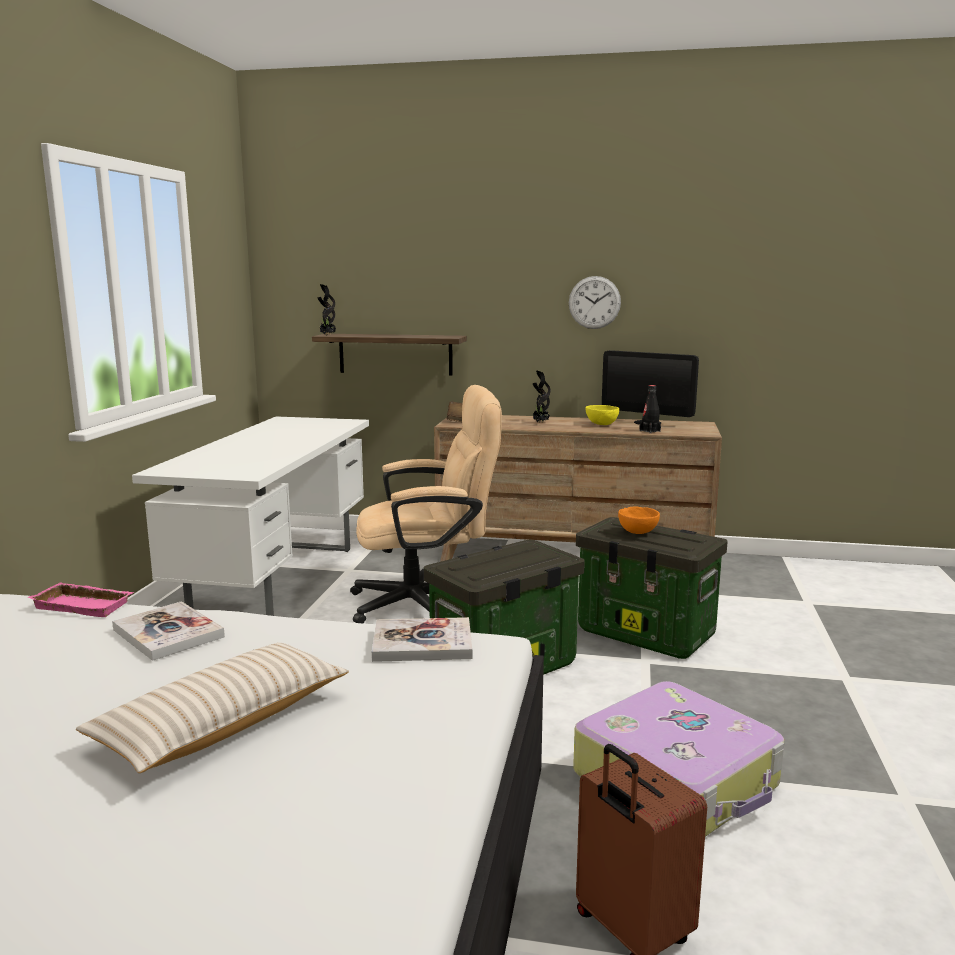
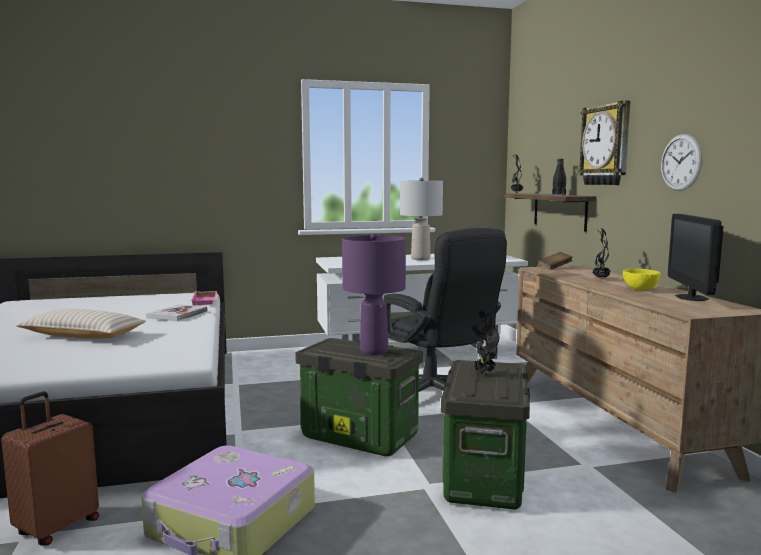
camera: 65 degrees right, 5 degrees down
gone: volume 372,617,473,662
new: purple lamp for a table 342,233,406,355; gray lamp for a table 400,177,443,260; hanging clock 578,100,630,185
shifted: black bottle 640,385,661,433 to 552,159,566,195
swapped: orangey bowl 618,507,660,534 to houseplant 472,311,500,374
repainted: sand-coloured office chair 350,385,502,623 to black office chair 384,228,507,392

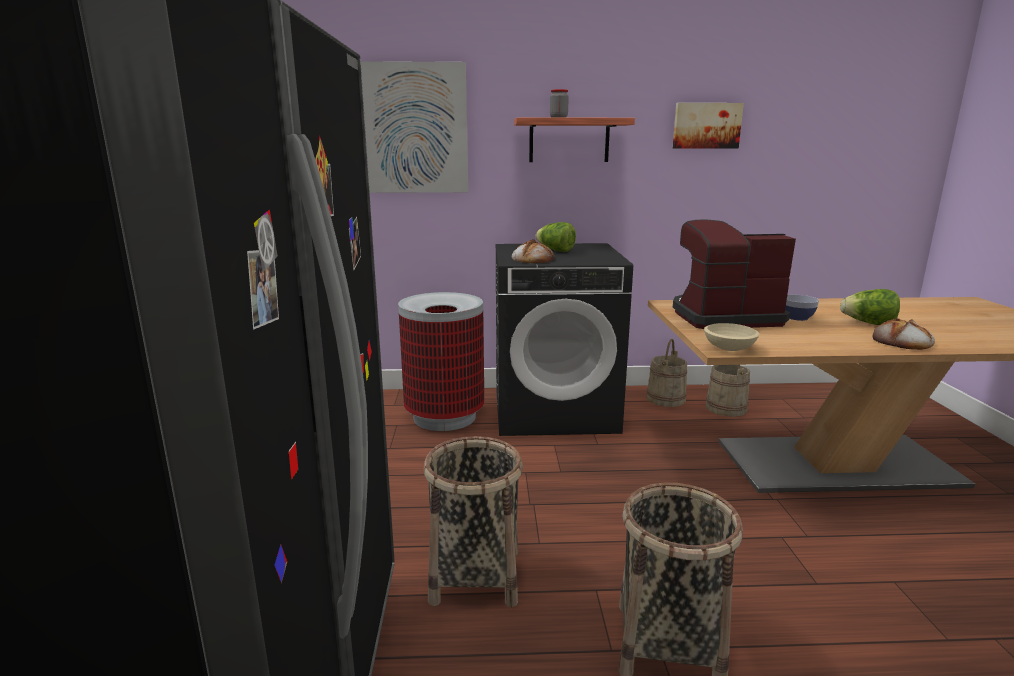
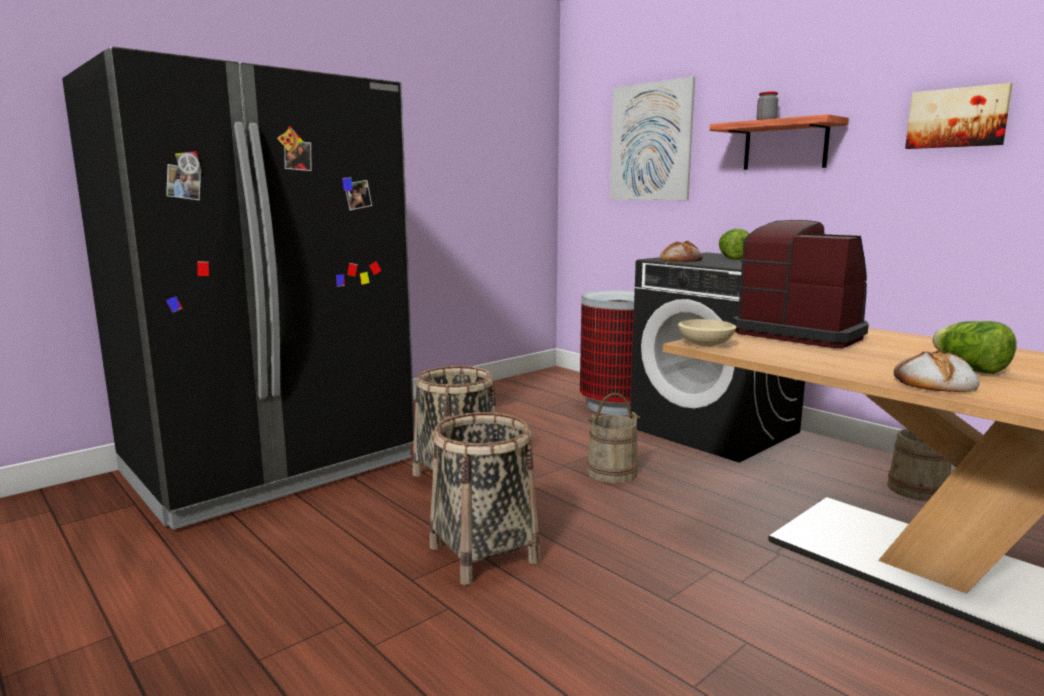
camera: 50 degrees right, 5 degrees down
gone: bowl 785,295,819,321
shifted: sand-coloured bucket 646,339,687,407 to 586,392,640,483

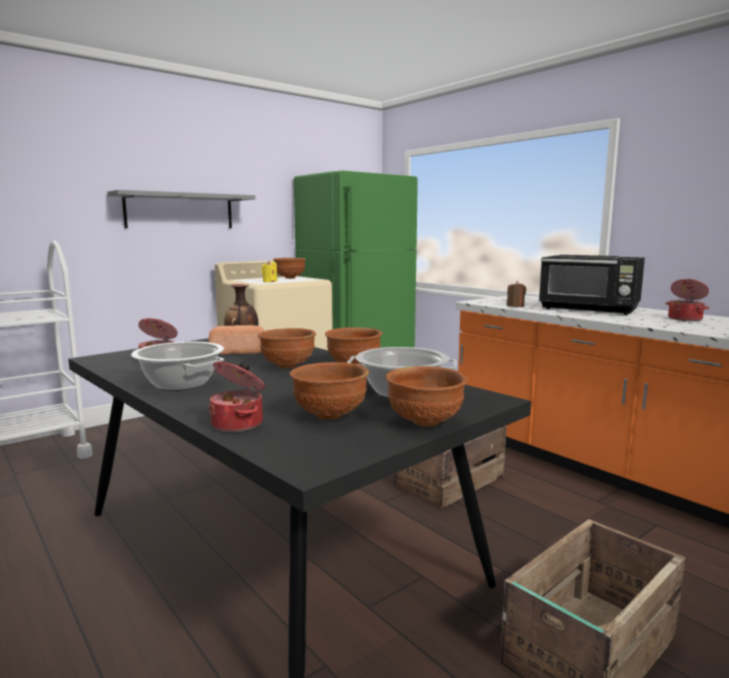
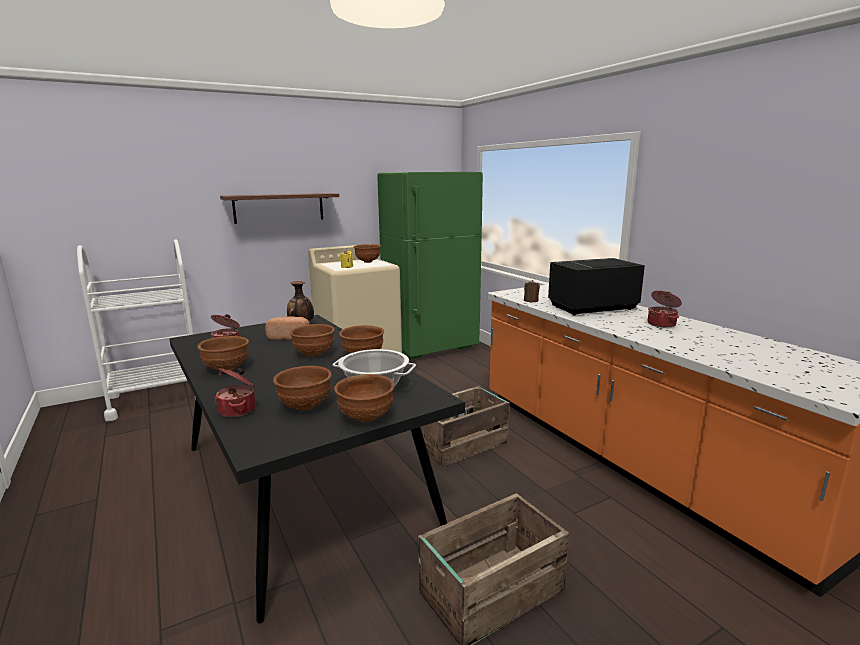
camera: 10 degrees right, 5 degrees up
swapped: saucepot 131,342,224,391 to brownish bowl 197,336,249,371
repainted: gray bracket shelf 107,190,256,228 to brownish bracket shelf 220,193,339,224
rotated: black microwave oven 539,255,645,315 = 548,258,645,315 120 degrees clockwise

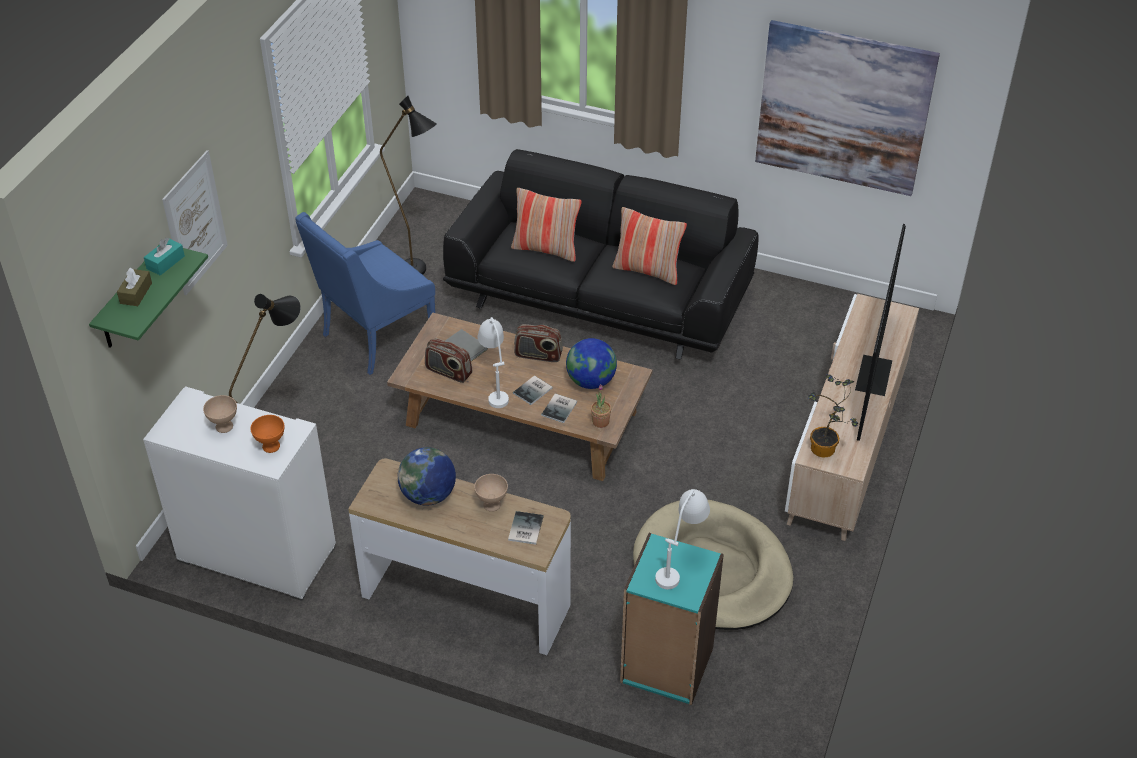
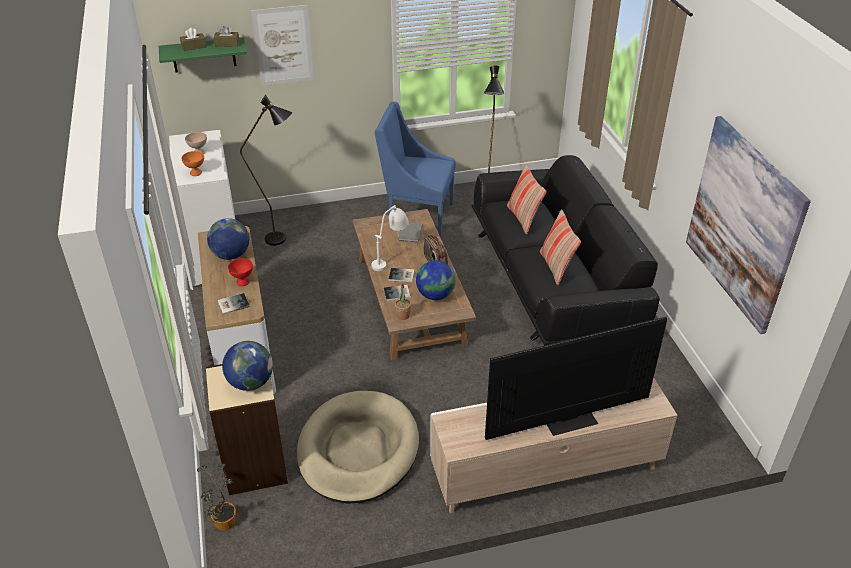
camera: 55 degrees right, 5 degrees down
gone: radio 425,338,472,383
shifted: houseplant 808,374,858,457 to 197,464,236,530
swapped: whitish lamp for a table 655,489,710,589 to globe 222,341,273,391
repainted: blue-green tissue box 144,238,185,276 to brownish tissue box 214,26,239,47; sand-coloured bowl 474,474,508,512 to red-coloured bowl 228,258,253,286; blue-green bookshelf 620,533,724,705 to sand-coloured bookshelf 206,364,288,495

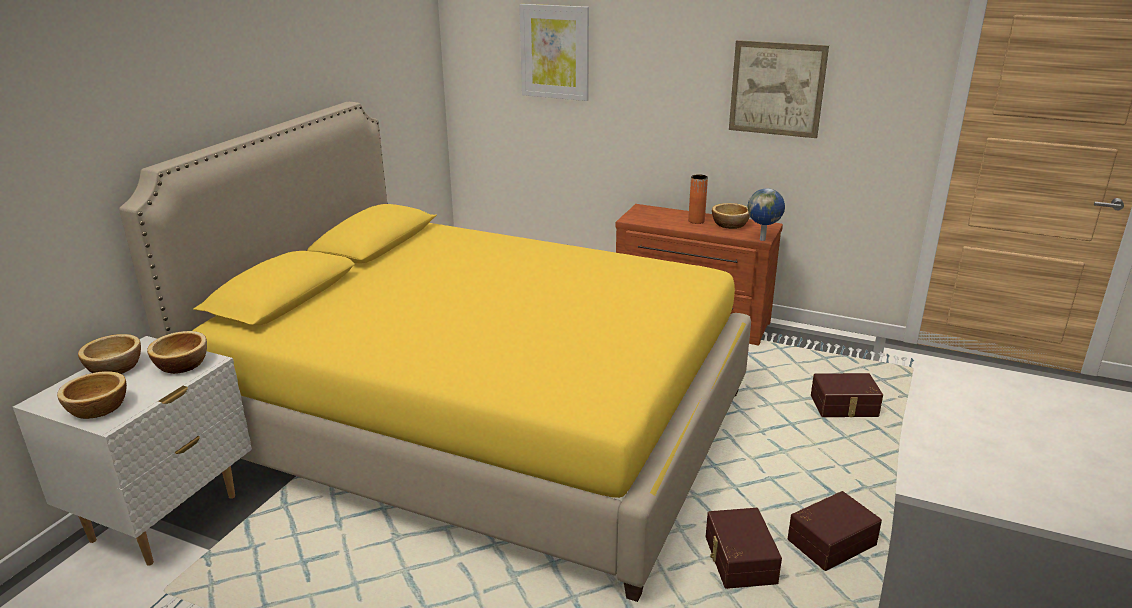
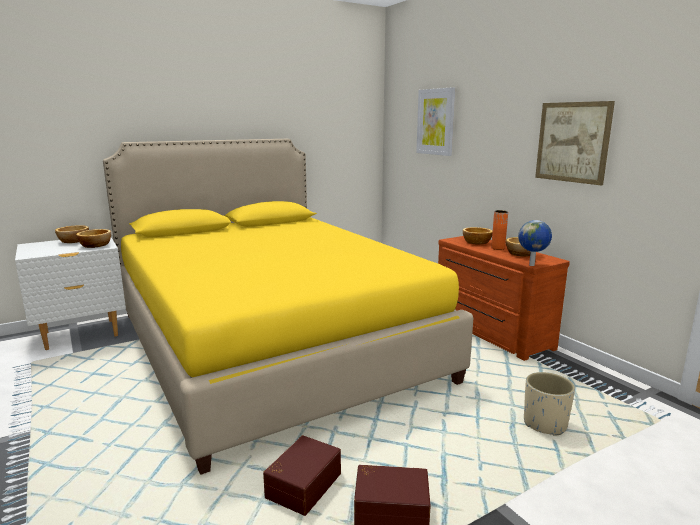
camera: 35 degrees right, 10 degrees down
shifted: bowl 57,371,127,419 to 463,227,493,245
swapped: brownish storage box 811,373,883,417 to sand-coloured plant pot 524,372,575,436

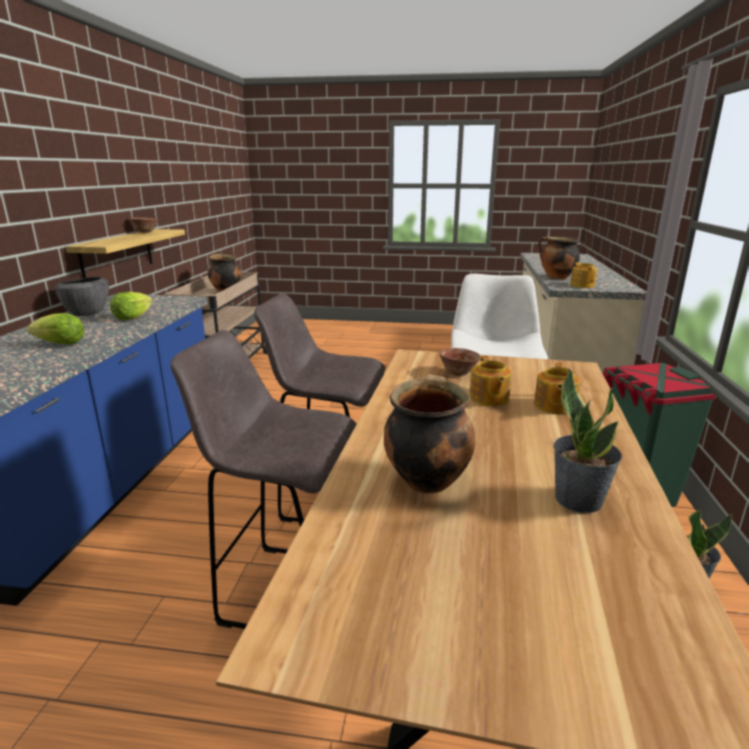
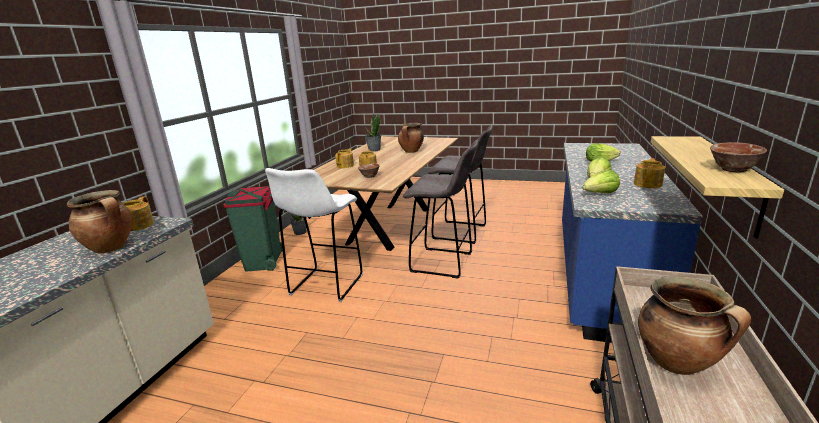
camera: 170 degrees left, 0 degrees up
new: lettuce head 583,170,620,194
swapped: bowl 55,277,109,316 to tea pot 634,158,665,188

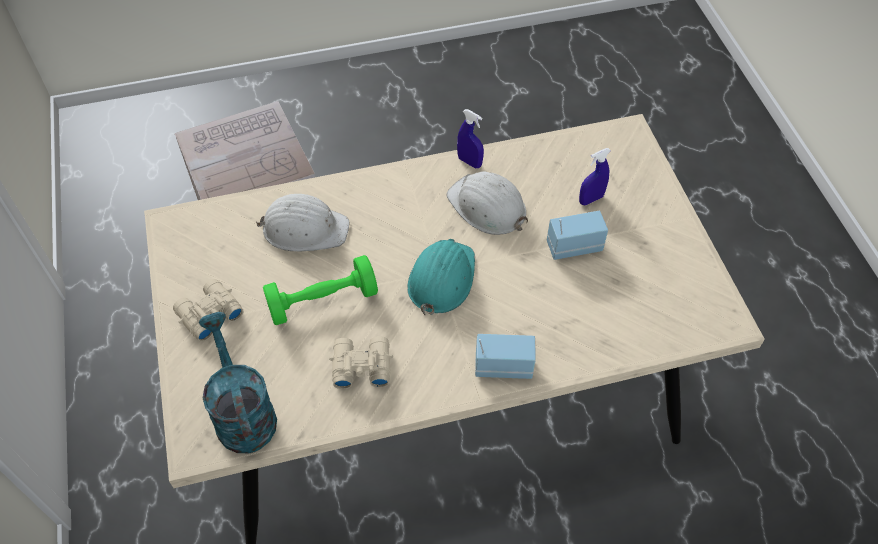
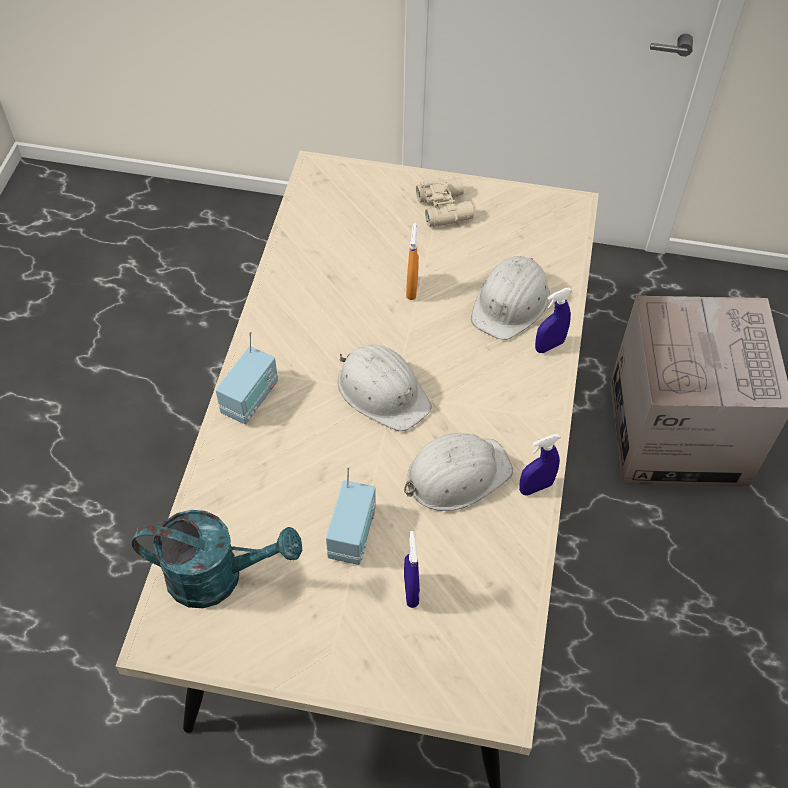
camera: 115 degrees right, 0 degrees up
gone: sand-coloured binoculars 329,336,393,389
new: blue-coloured hand sprayer 535,288,572,353
shifted: blue-green sprinkling can 199,312,277,453 to 132,510,302,608
swapped: greenish free weight 263,255,378,325 to orangey hand sprayer 406,222,419,300
repainted: blue-green work helmet 407,239,475,315 to whitish work helmet 338,345,432,431

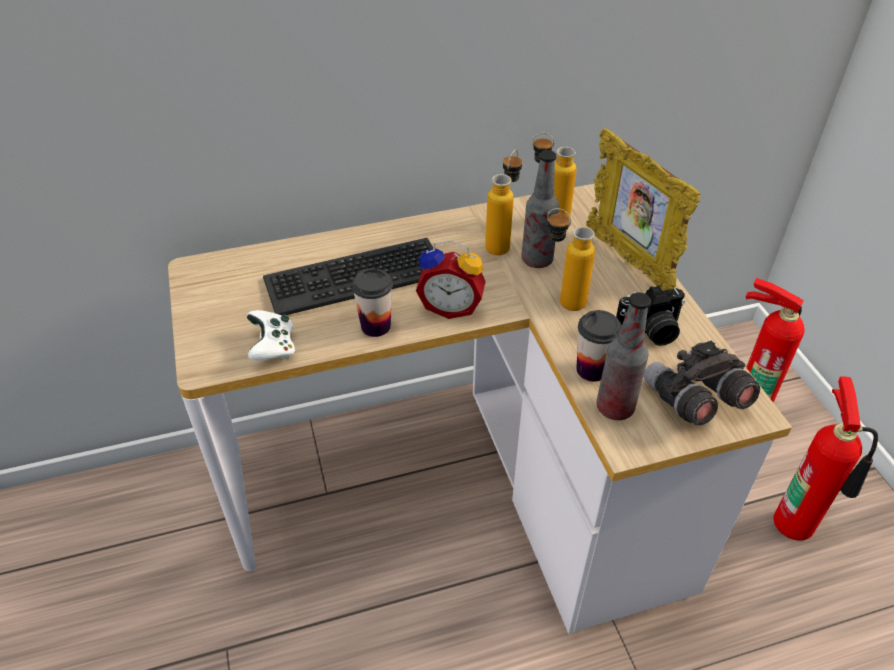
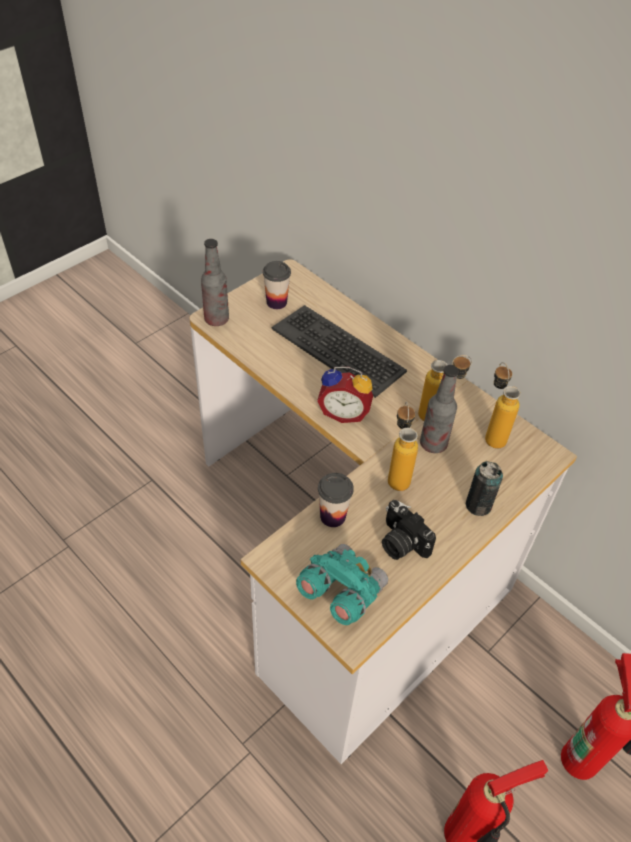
camera: 60 degrees right, 5 degrees up
gone: whitish gamepad 247,310,295,361
shifted: drinking cup 352,268,393,337 to 263,261,291,309; bottle 596,293,651,420 to 201,239,229,326
swapped: standing frame 586,128,701,291 to can 466,461,503,516
repainted: gray binoculars 644,340,760,426 to blue-green binoculars 296,544,388,625
rotated: alarm clock 416,241,486,319 = 317,367,373,423 60 degrees counterclockwise

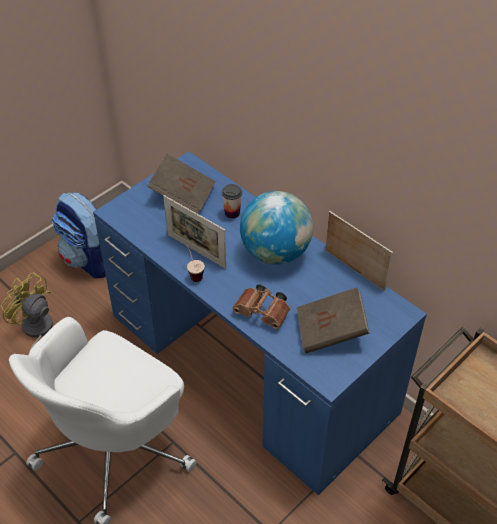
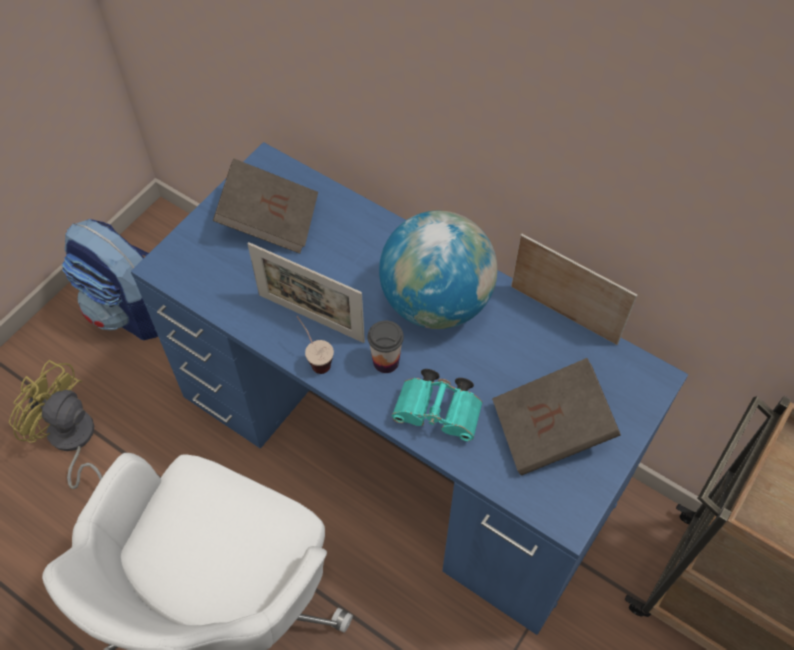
camera: 10 degrees left, 10 degrees up
shifted: drinking cup 222,184,242,219 to 368,321,404,373
repainted: brownish binoculars 233,284,290,329 to blue-green binoculars 392,369,483,441

